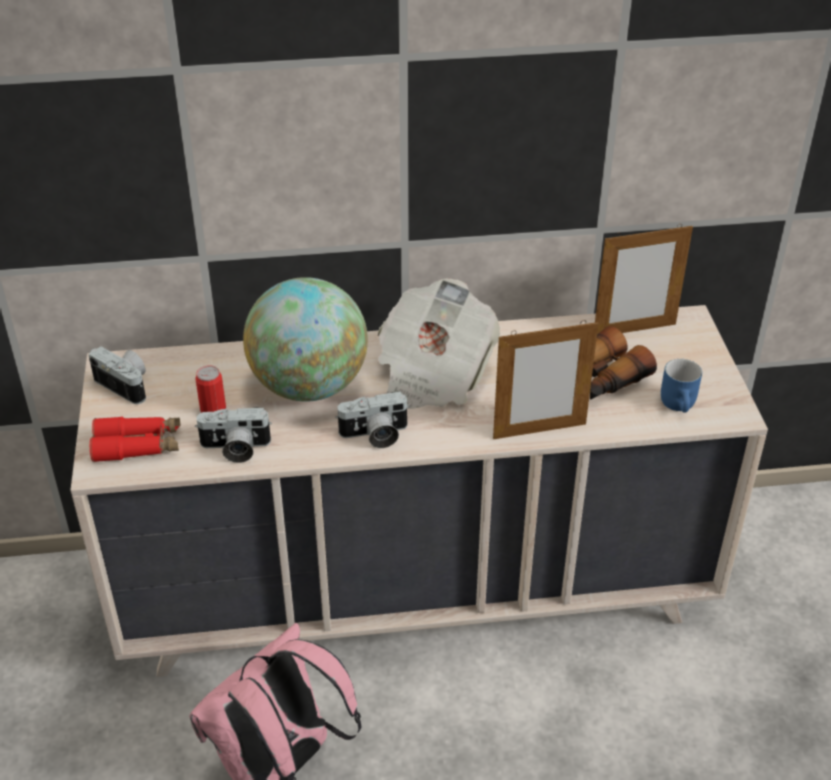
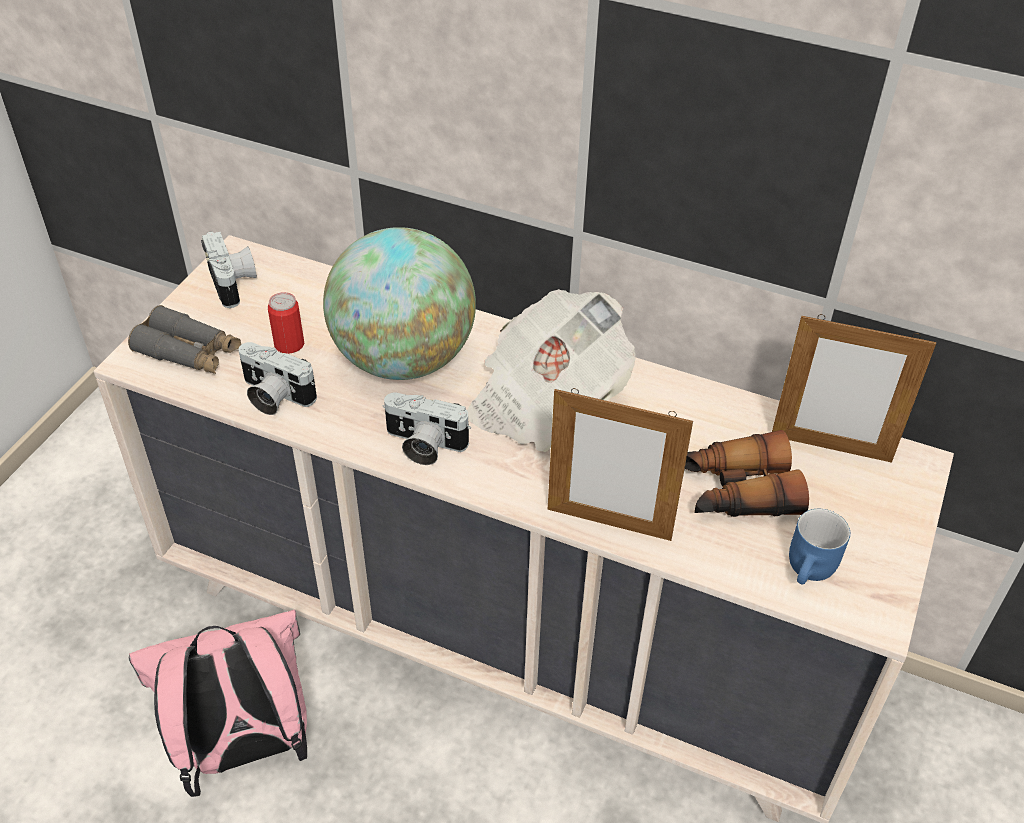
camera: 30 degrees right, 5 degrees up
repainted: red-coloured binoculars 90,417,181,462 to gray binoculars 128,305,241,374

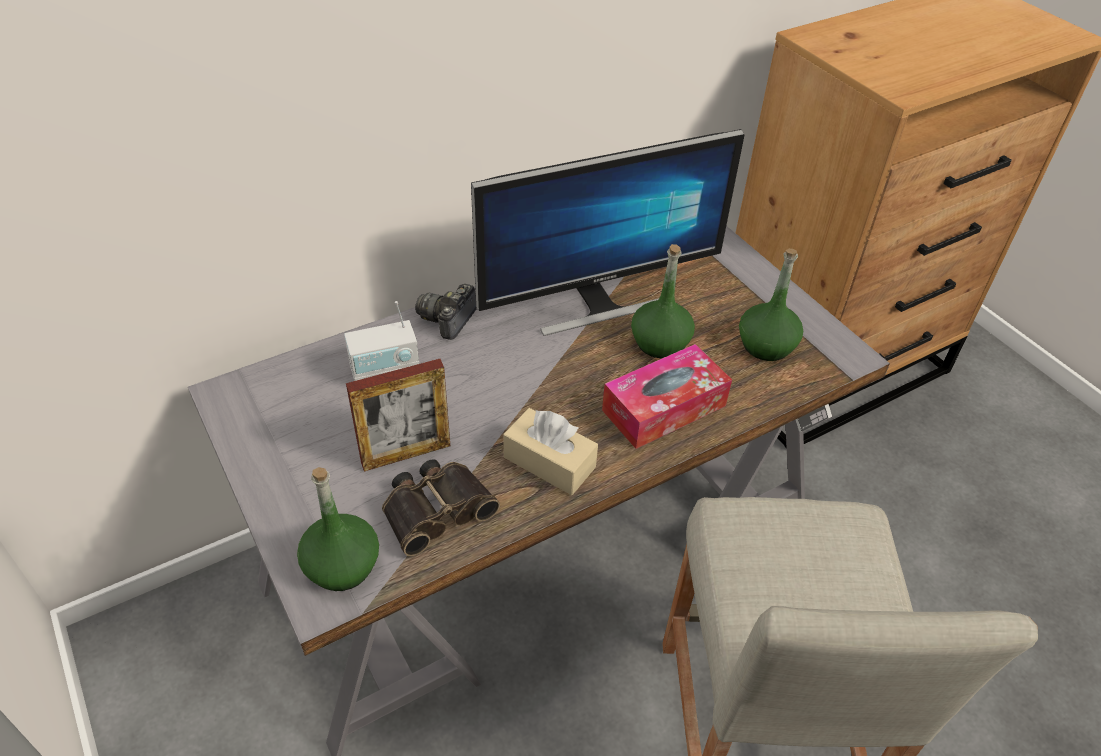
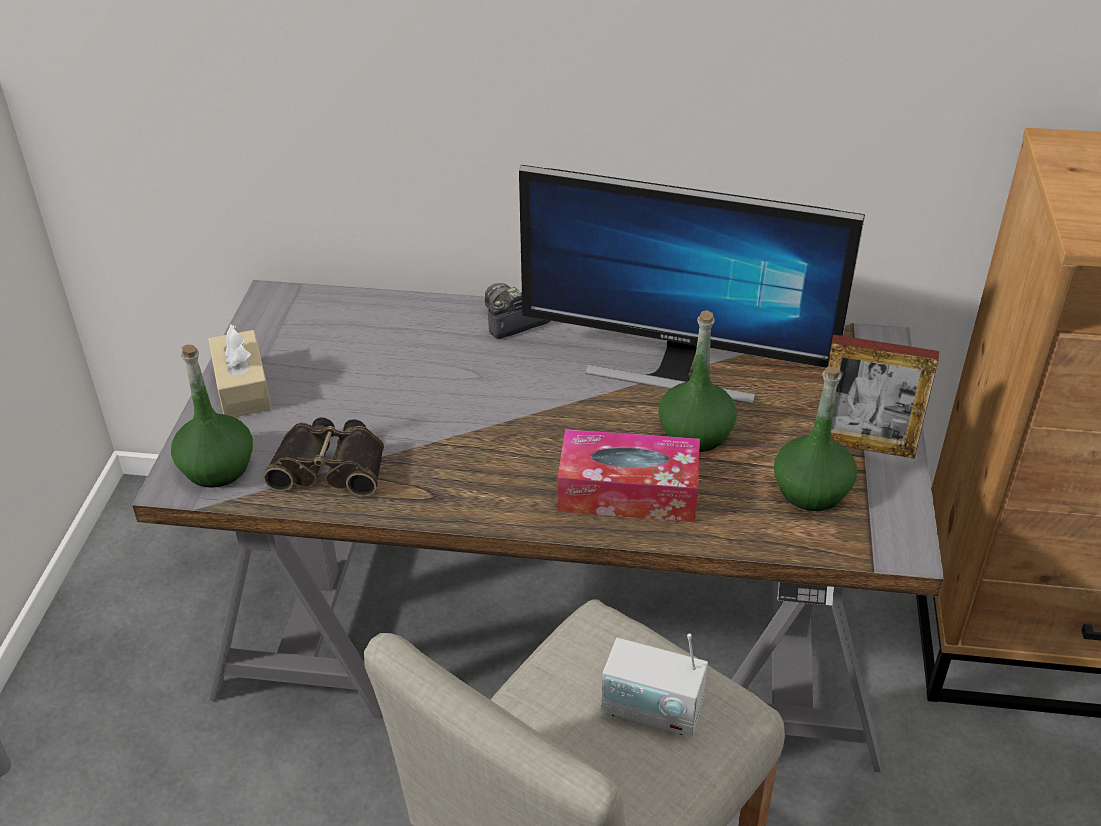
camera: 40 degrees right, 5 degrees down
shifted: radio 344,301,419,381 to 601,634,708,737; standing frame 346,359,450,471 to 828,335,939,459; sand-coloured tissue box 503,408,598,495 to 208,324,272,417

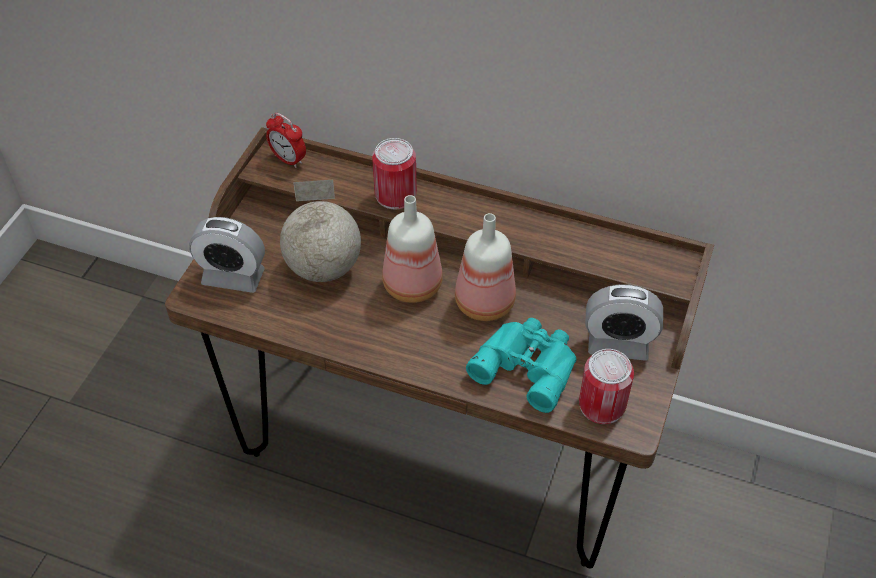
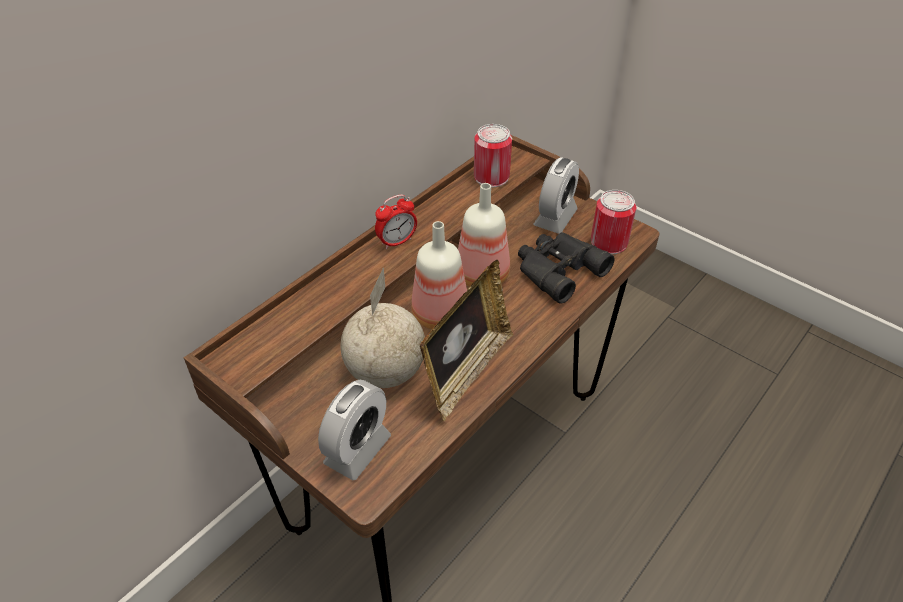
camera: 70 degrees left, 5 degrees down
new: standing frame 419,260,513,421
shifted: alarm clock 266,113,306,168 to 375,194,417,249; can 372,138,417,209 to 474,124,512,187
repainted: blue-green binoculars 466,318,576,413 to black binoculars 518,232,615,304

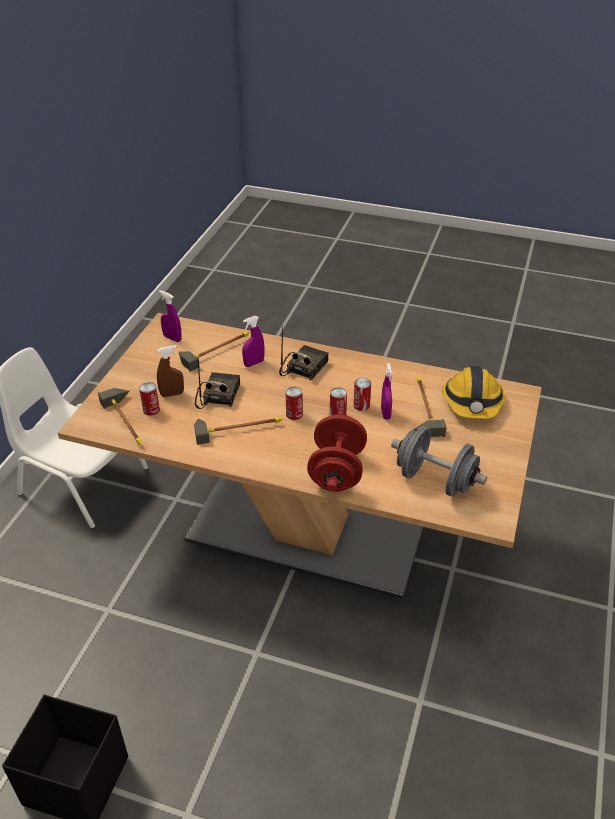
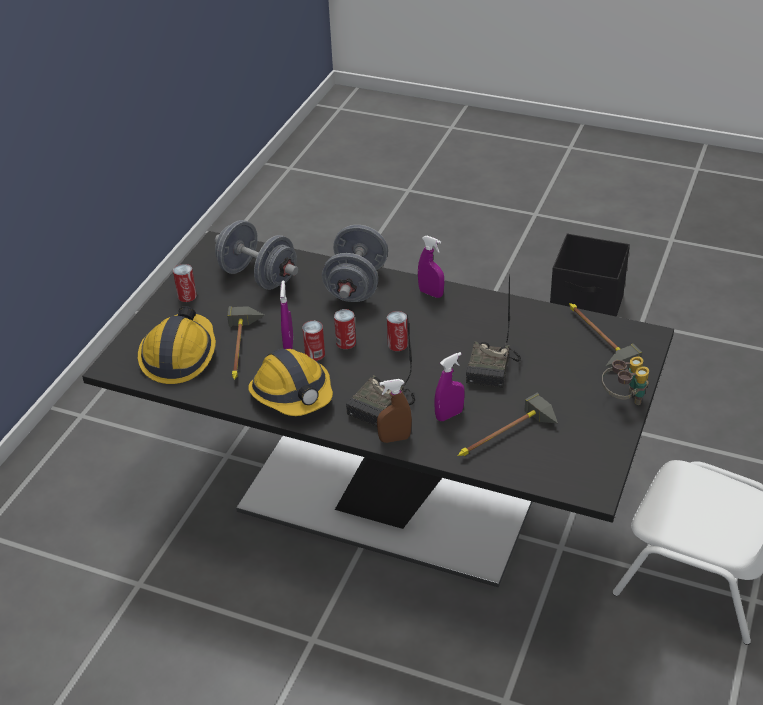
camera: 175 degrees left, 0 degrees up
gone: hammer 194,417,284,445
new: work helmet 248,349,333,416; binoculars 602,356,649,405
shifted: can 139,382,160,416 to 173,264,197,302; brownish hand sprayer 157,346,184,397 to 377,379,412,443; purple hand sprayer 159,290,182,342 to 418,236,444,298
repainted: sand-coloured dinner table 58,313,542,599 to black dinner table 82,231,674,587; red-coloured free weight 307,414,367,492 to gray free weight 322,225,388,302

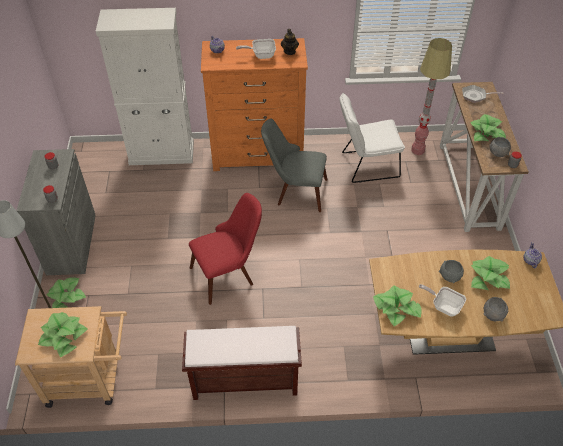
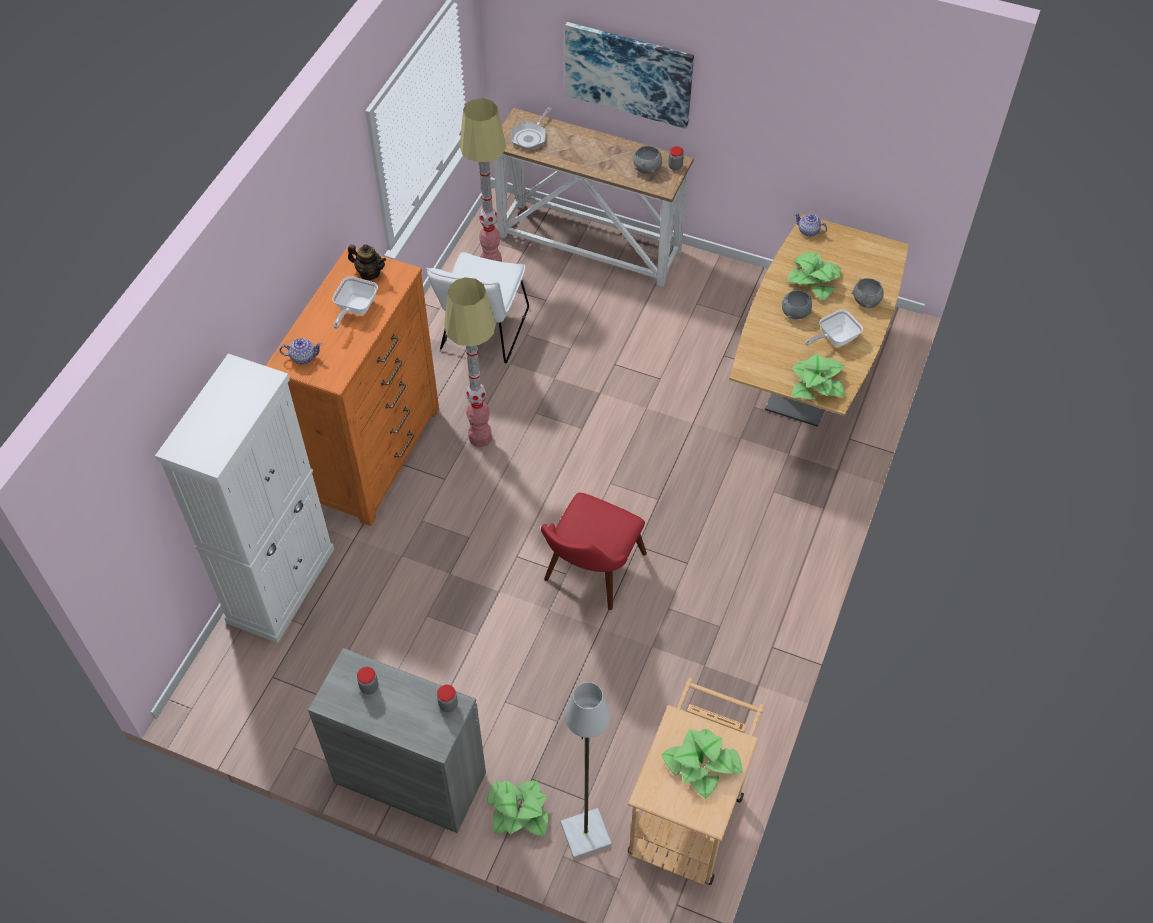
camera: 65 degrees left, 5 degrees up
gone: brownish indoor bench 182,326,302,400; houseplant 470,114,506,141
new: picture 565,22,694,129
swapped: gray plain chair 261,118,327,212 to standing lamp 444,277,496,447
rotated: red-coloured plain chair 189,193,262,305 = 541,493,647,610 150 degrees counterclockwise

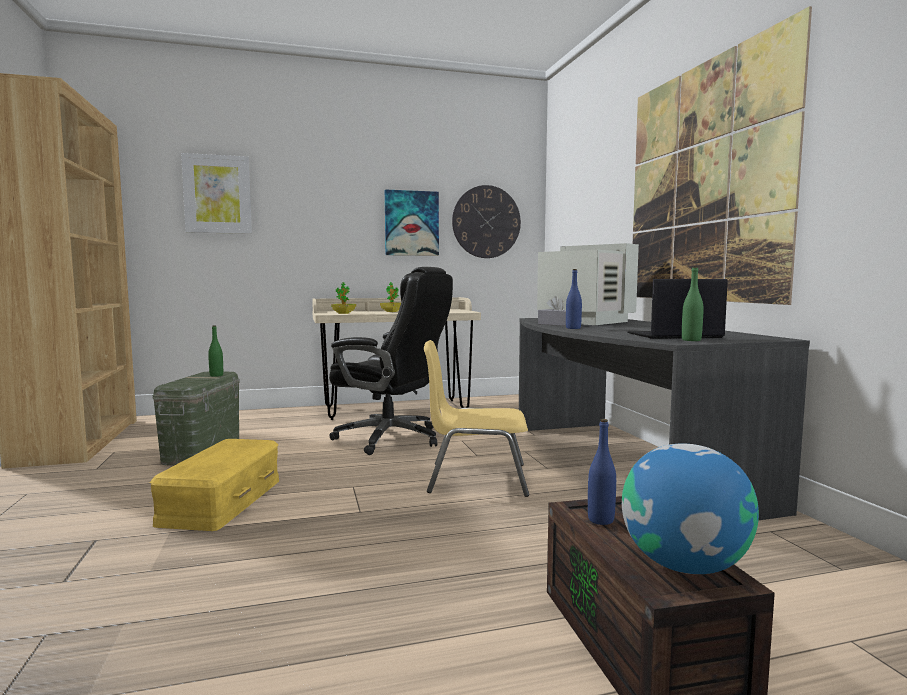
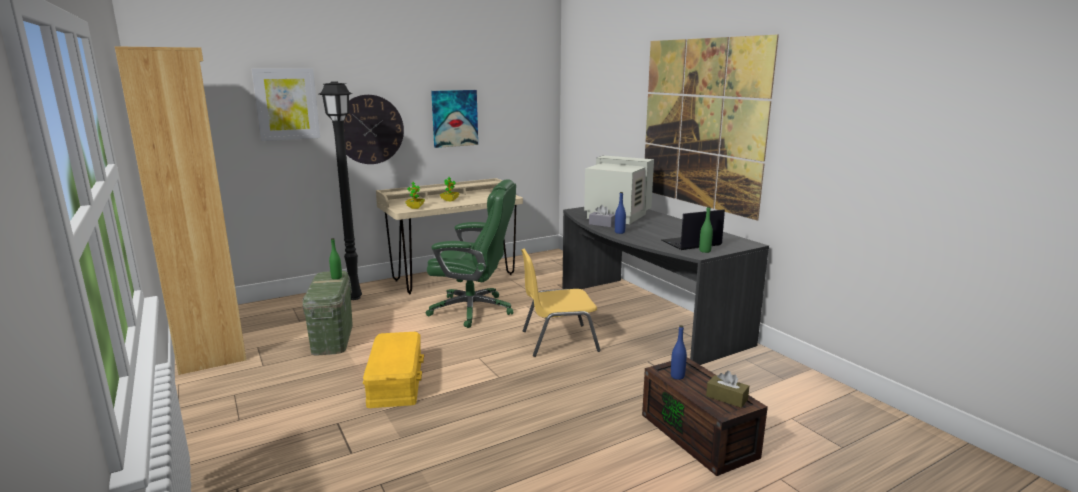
camera: 15 degrees left, 10 degrees up
new: black standing lamp 319,82,362,300
shifted: hanging clock 452,185,521,258 to 344,95,404,164
swapped: globe 622,444,759,574 to brownish tissue box 706,371,749,408
repainted: black office chair 329,267,453,455 to greenish office chair 426,179,516,328

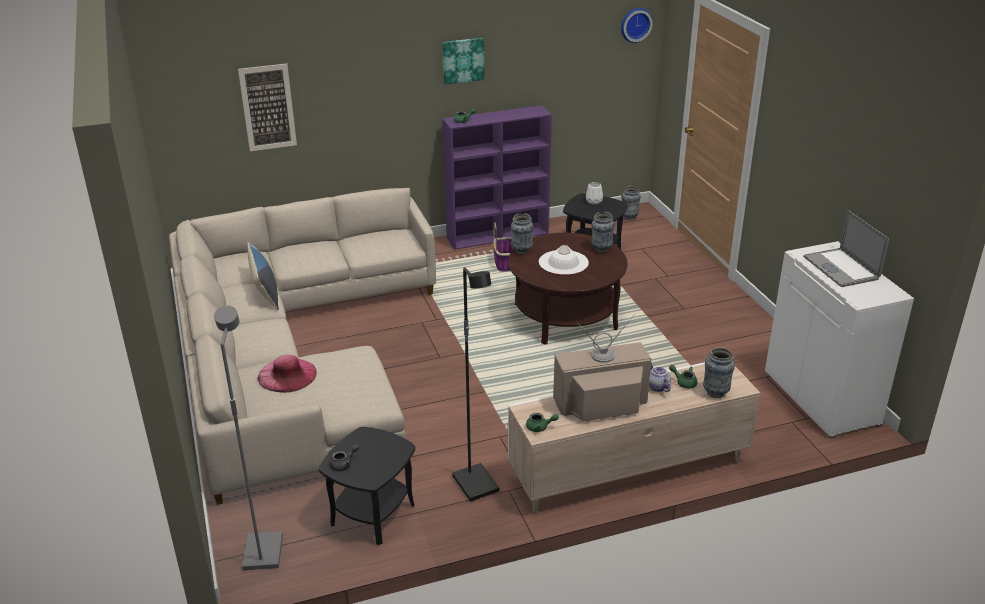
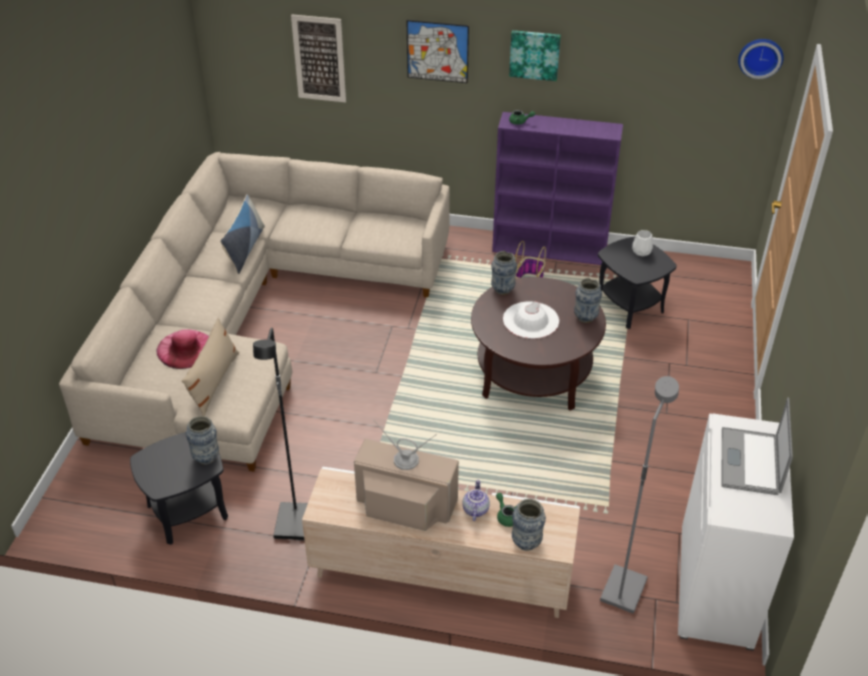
camera: 30 degrees right, 10 degrees up
gone: gray tea pot 329,444,359,471; greenish tea pot 526,413,559,432
new: sand-coloured throw pillow 182,318,239,416; picture 407,20,469,83
shifted: gray standing lamp 214,306,283,570 to 600,376,679,614; vase 621,186,641,220 to 186,416,219,465

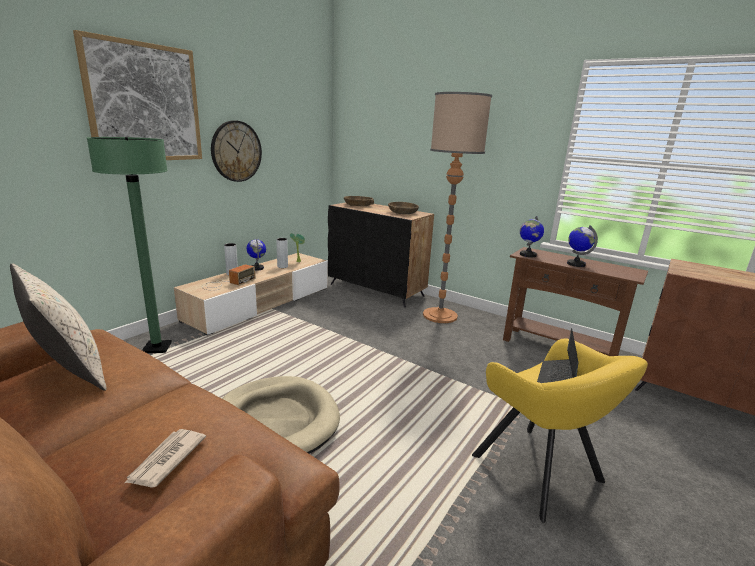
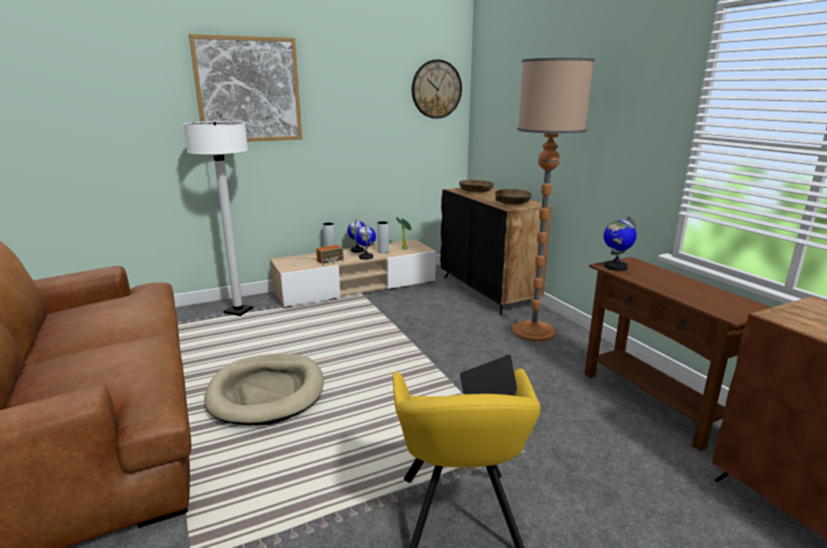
camera: 30 degrees right, 0 degrees up
gone: sand-coloured throw pillow 10,263,107,391; printed paper 125,429,206,488
shifted: hanging clock 211,120,262,182 to 412,59,462,119; globe 567,225,598,267 to 356,225,376,260
repainted: greenish standing lamp 87,137,172,353 to whitish standing lamp 183,121,253,316

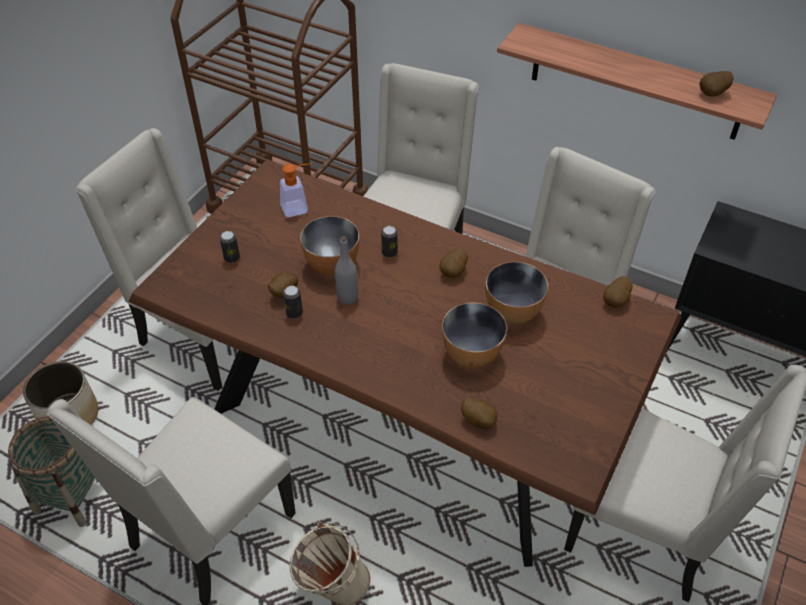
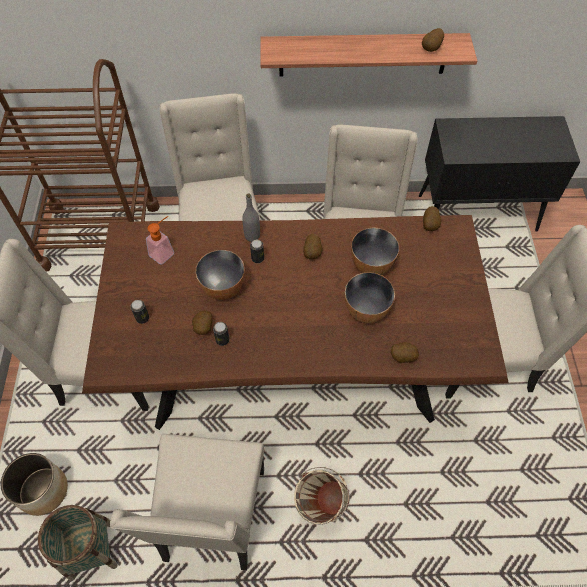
camera: 30 degrees left, 10 degrees up
shifted: gray bottle 335,236,358,305 to 242,193,260,242

